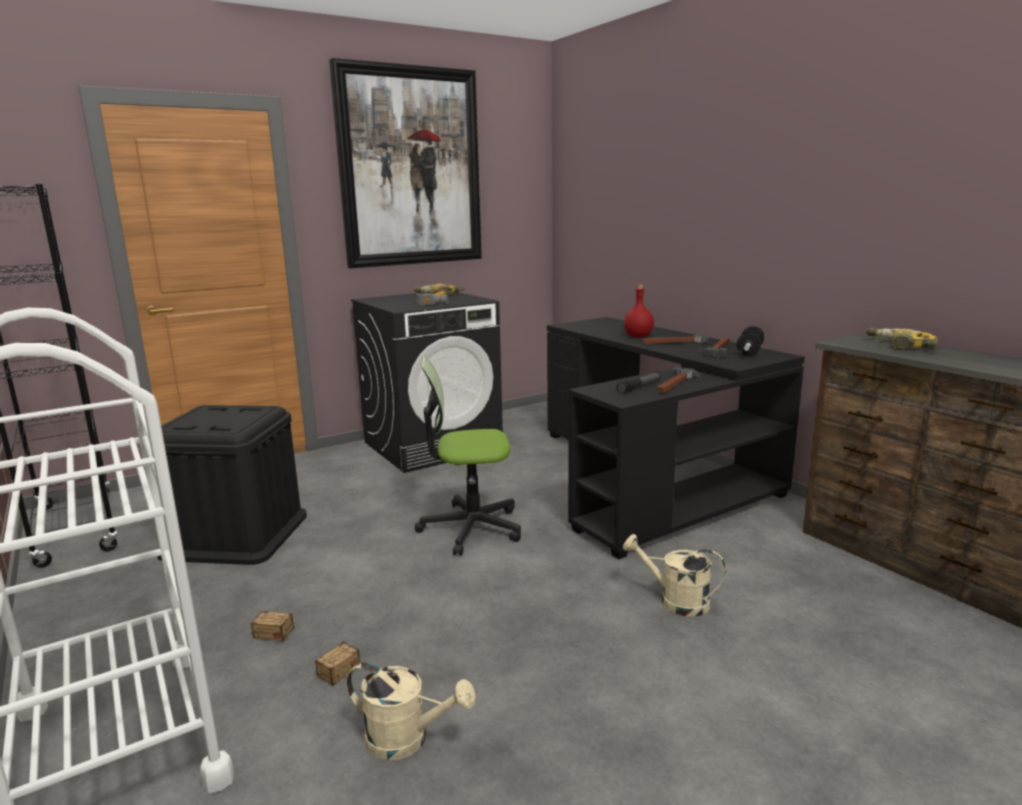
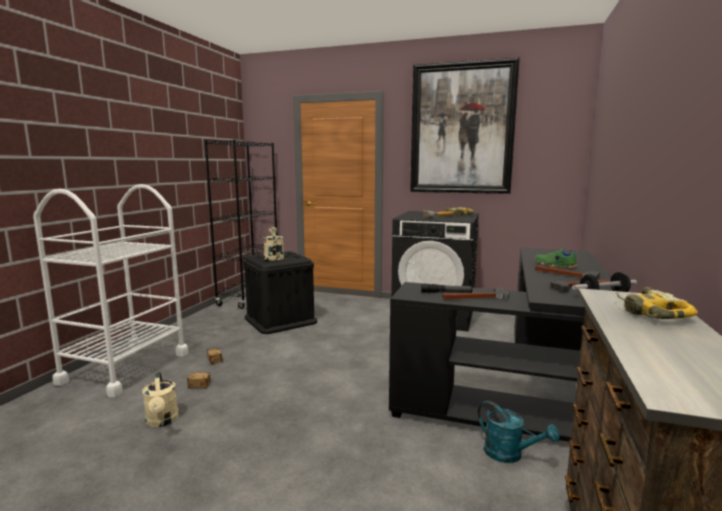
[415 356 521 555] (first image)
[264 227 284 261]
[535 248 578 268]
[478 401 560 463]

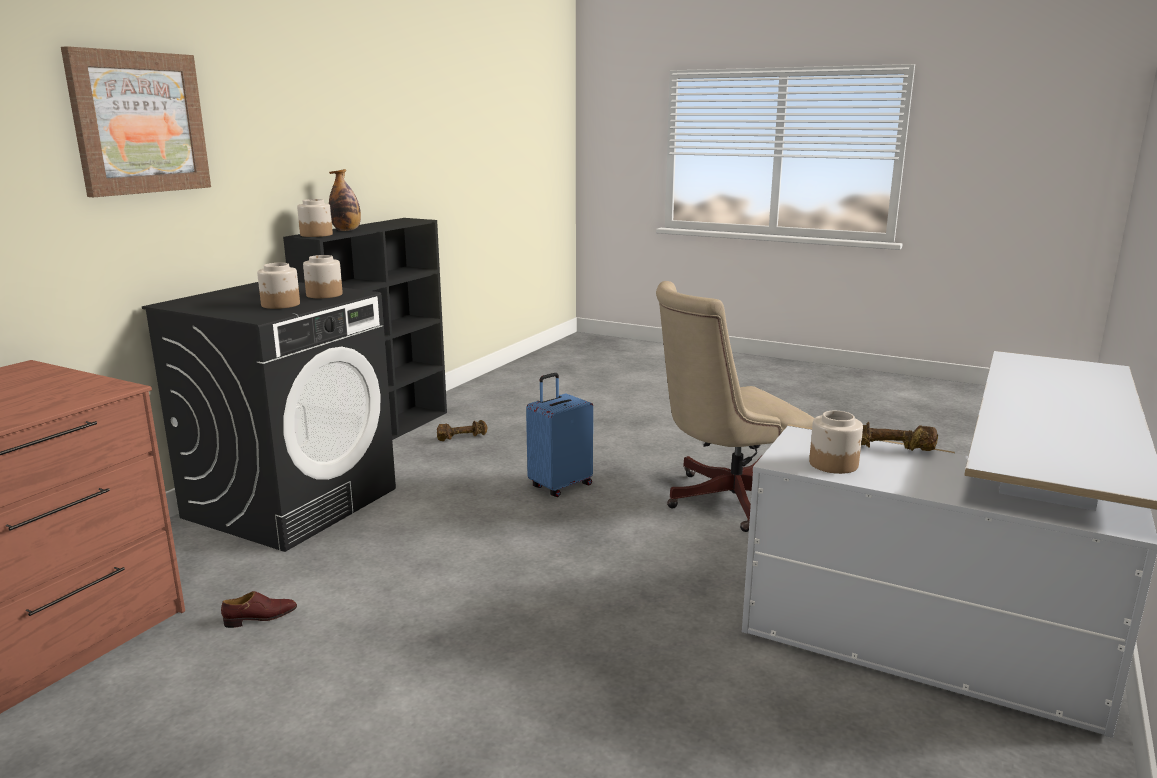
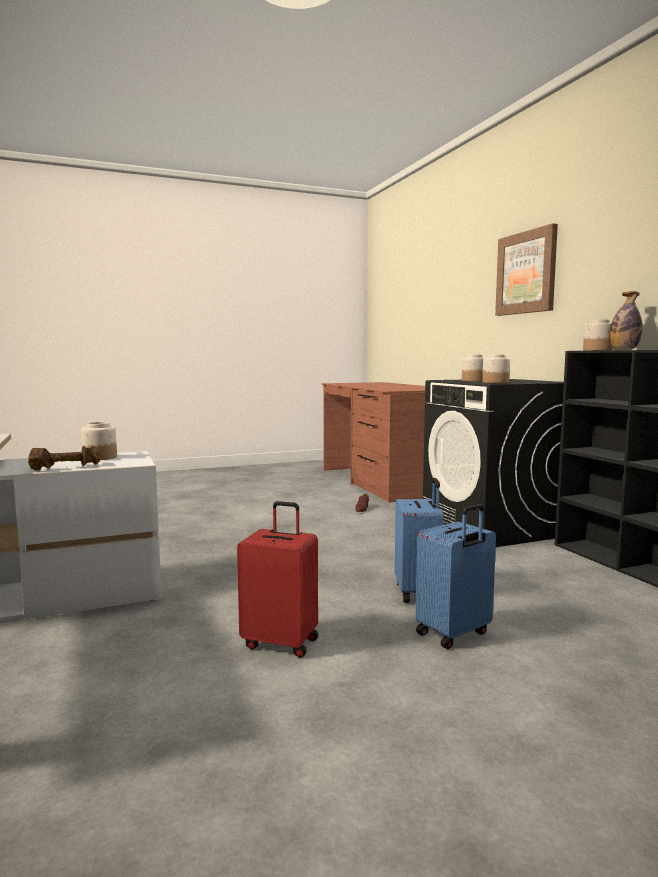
[437 420 488 441] (first image)
[237 501 318 658]
[415 504 496 649]

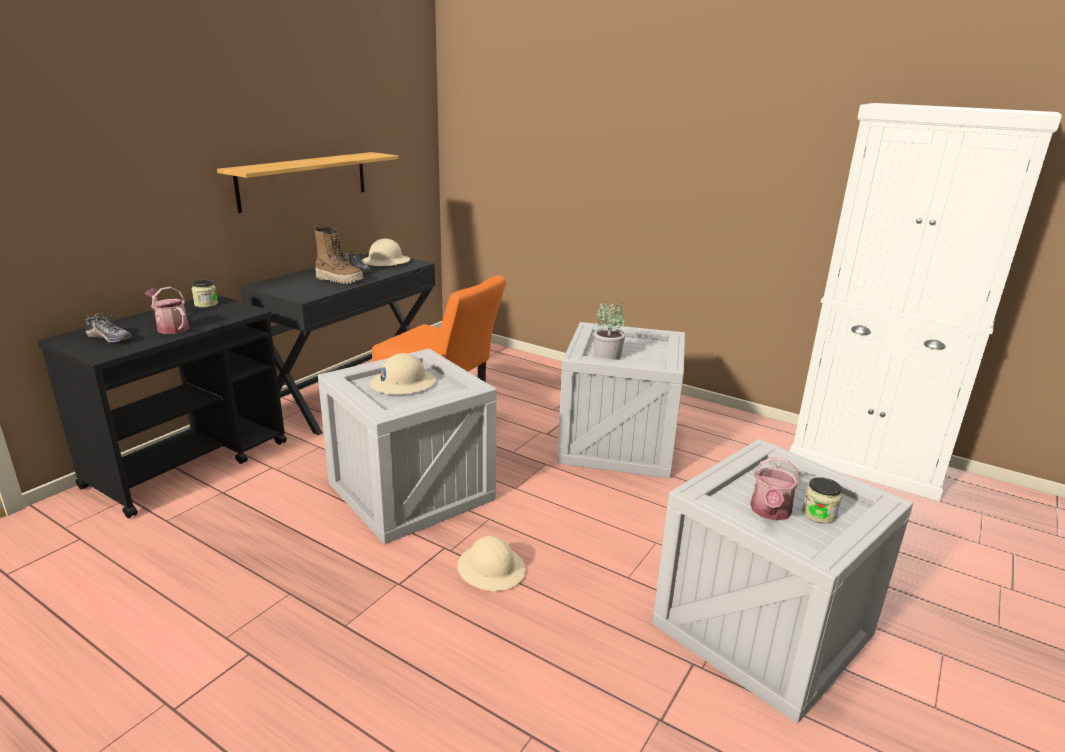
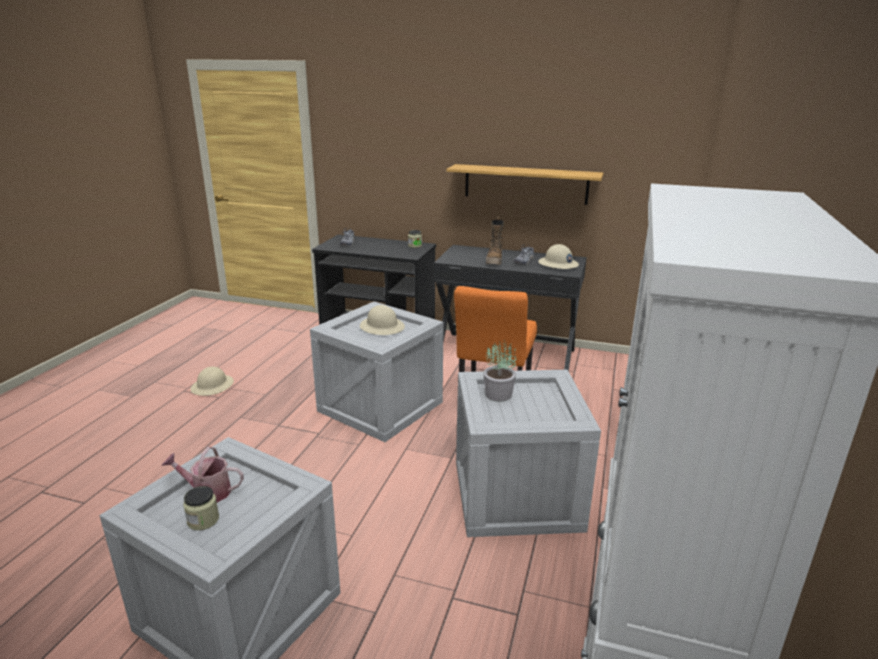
[144 287 189 334] (first image)
[190 366 234 396]

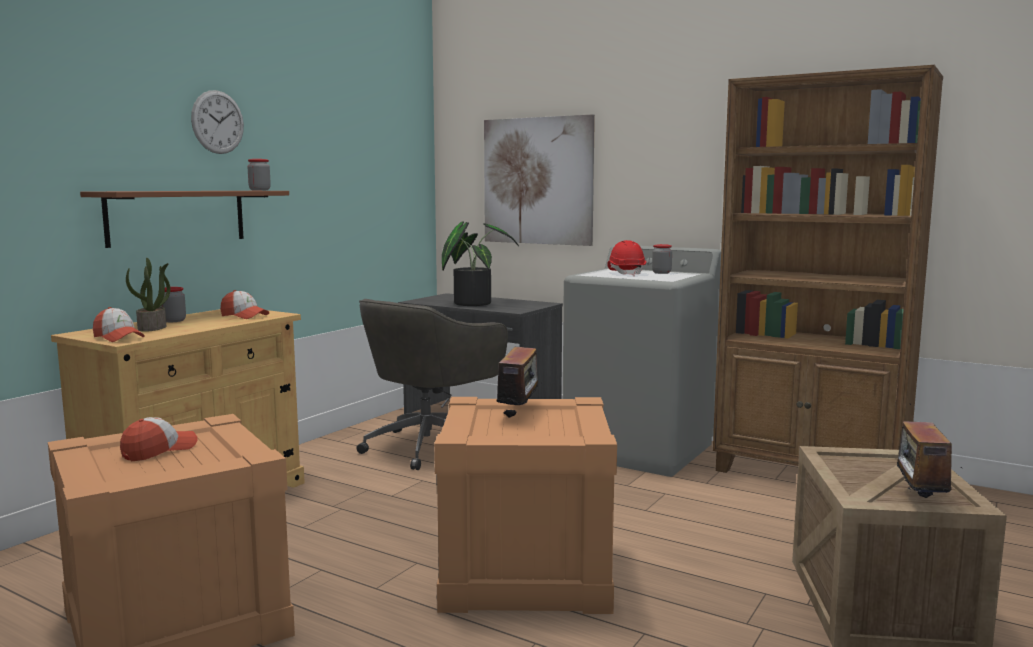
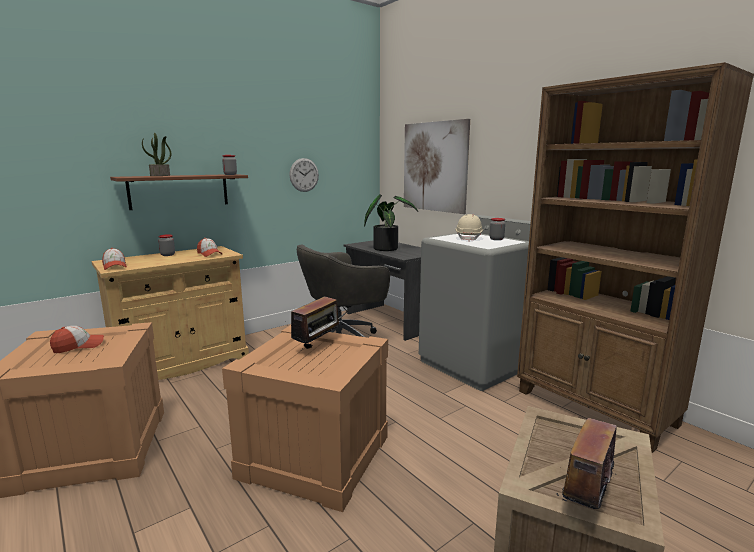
[142 133 172 176]
[289 158 319 192]
[455 214 483 242]

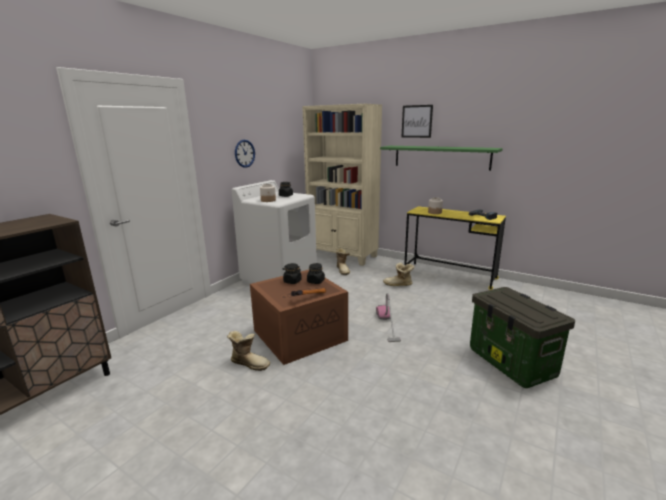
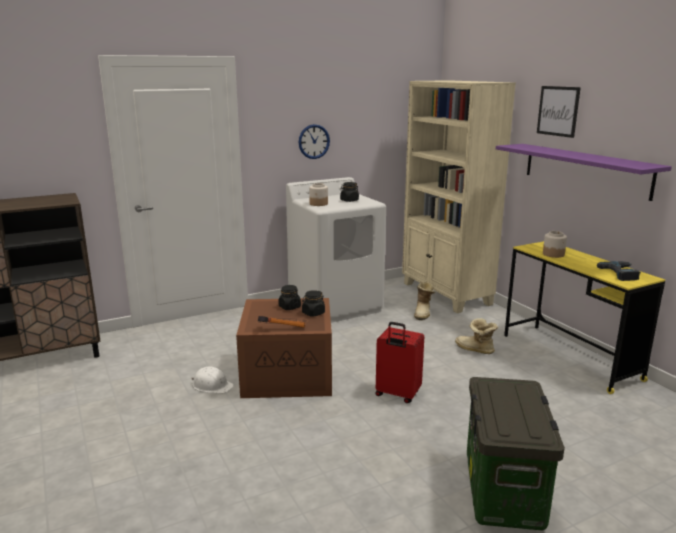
[191 367 234 394]
[375 322 424 403]
[496 144 672 201]

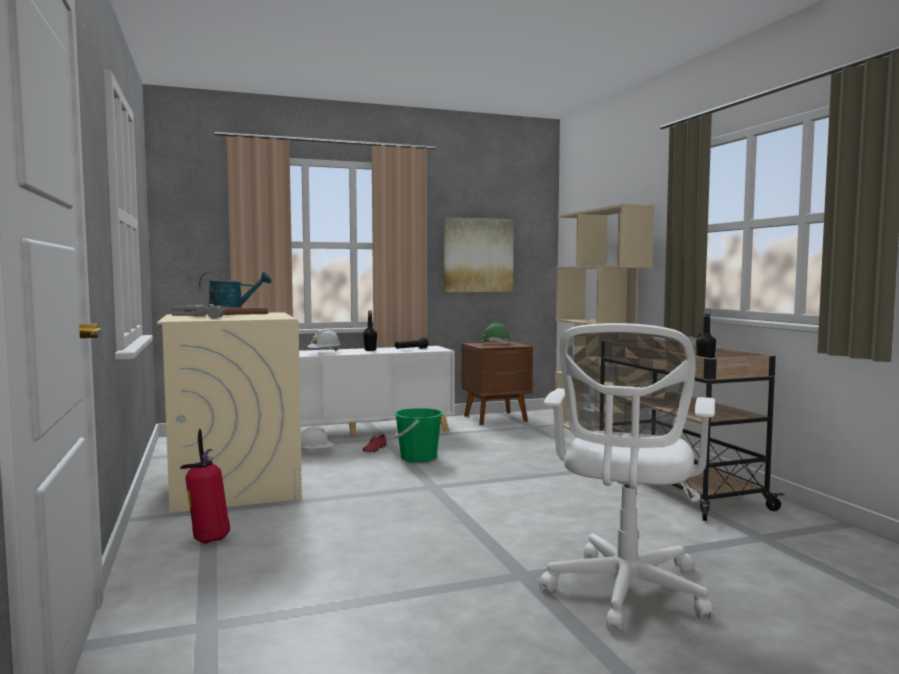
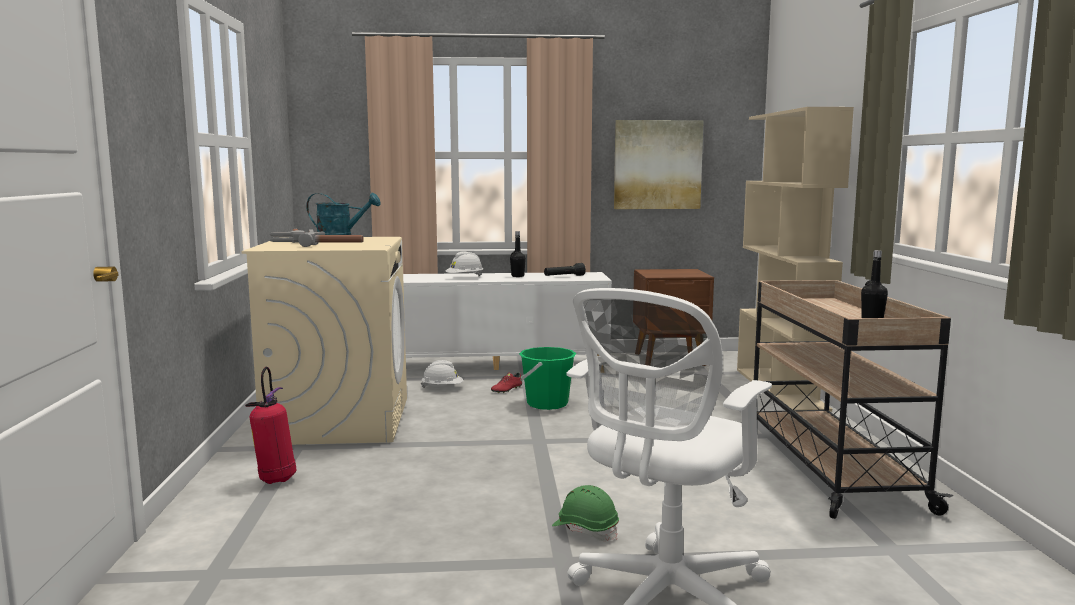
[552 485 619 541]

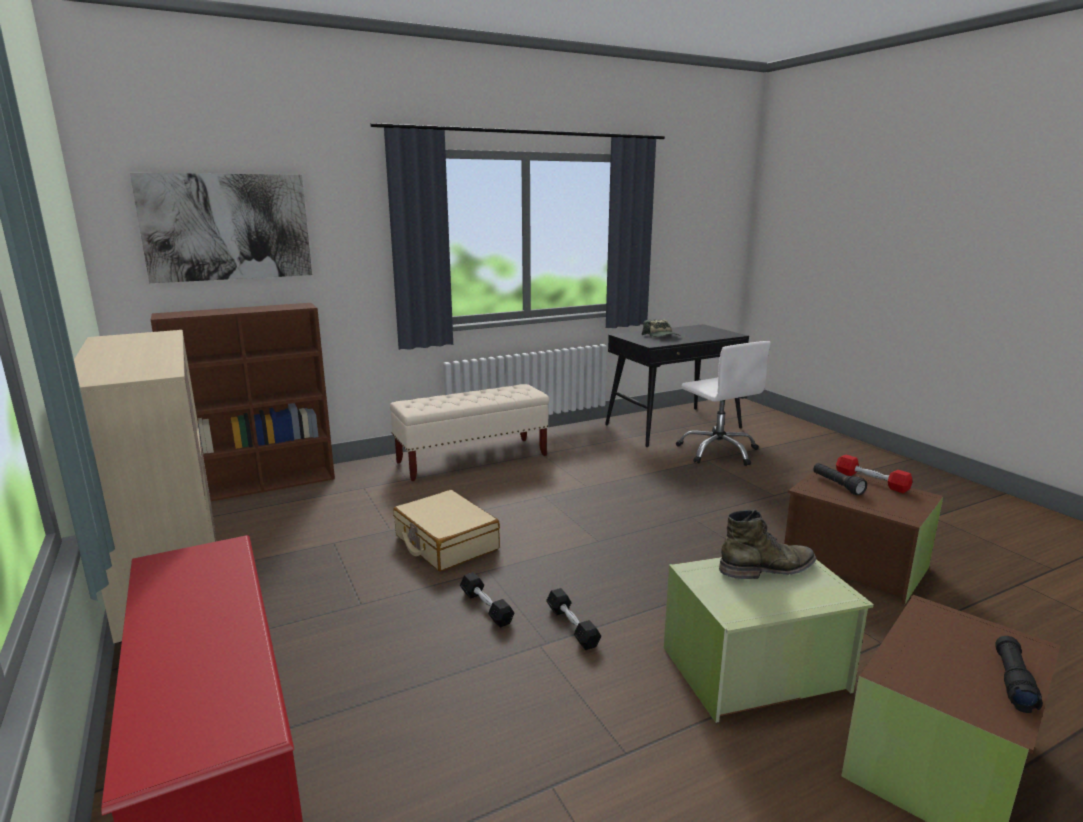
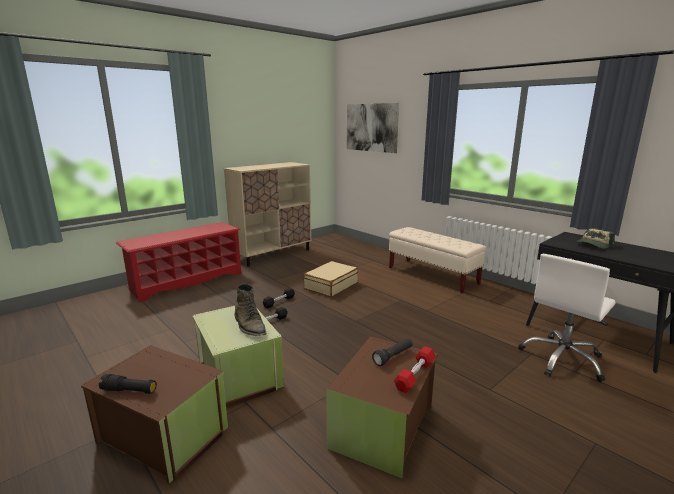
[151 303 335 501] (first image)

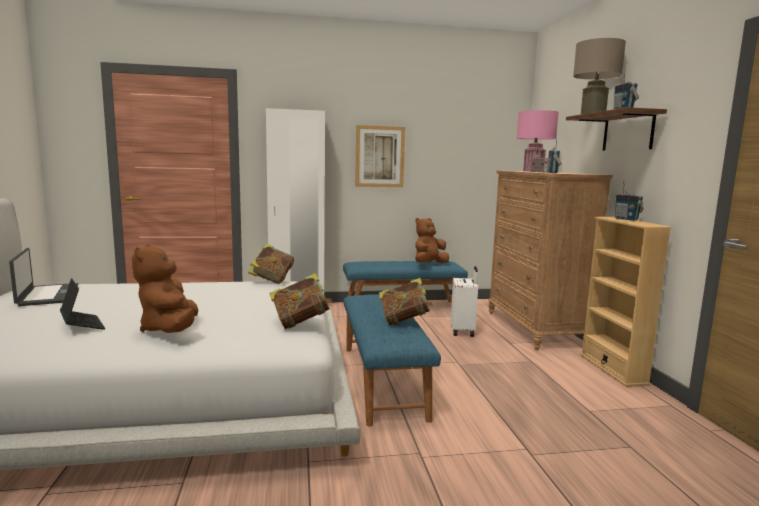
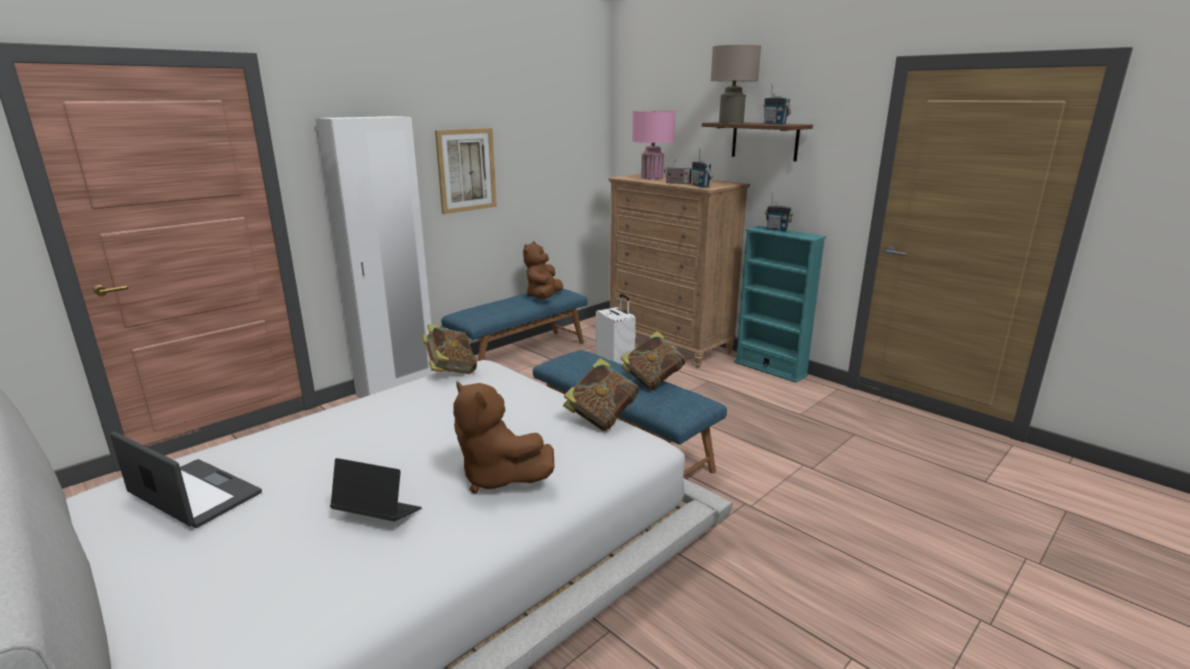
[734 226 826 383]

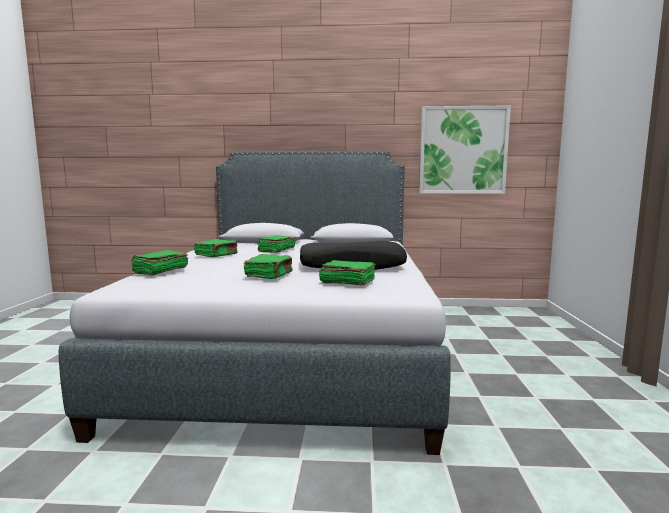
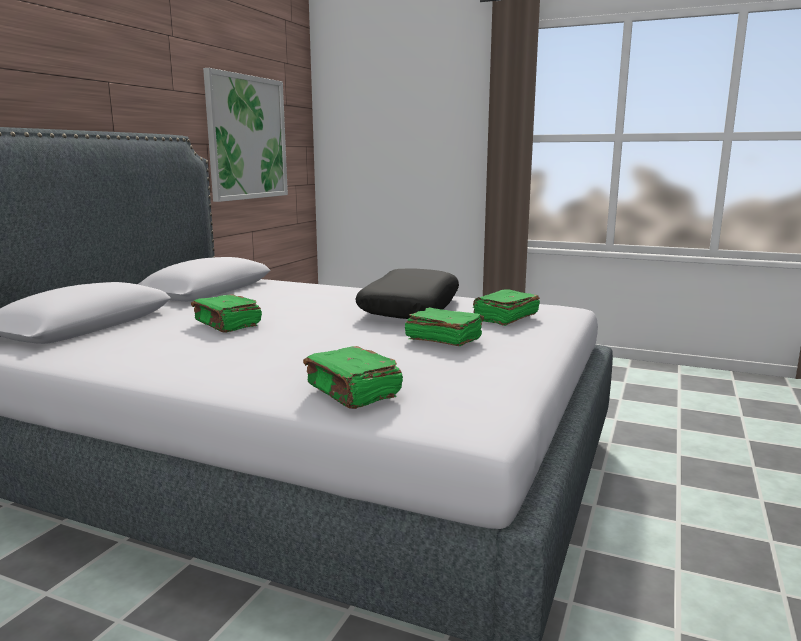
[194 239 238 257] (first image)

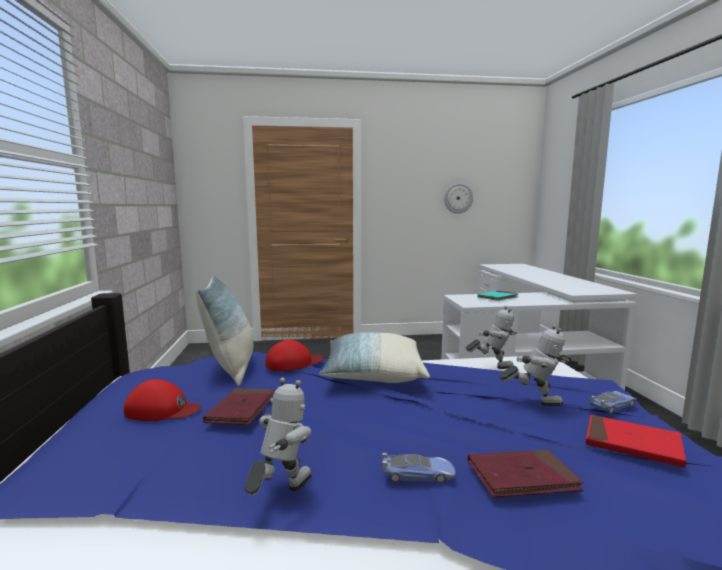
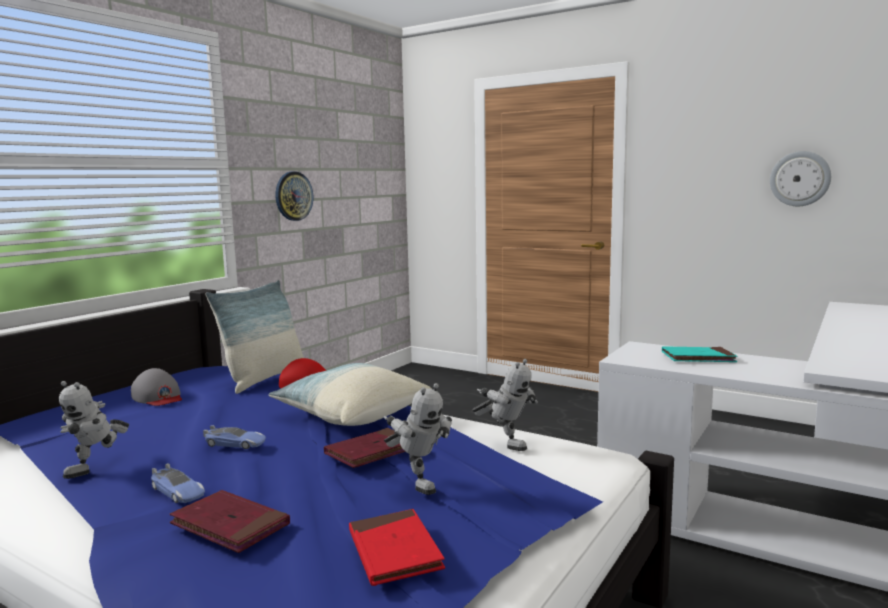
[131 368 182 406]
[324 428 406 468]
[59 381 129 479]
[203 425 266 449]
[275 172 313 221]

